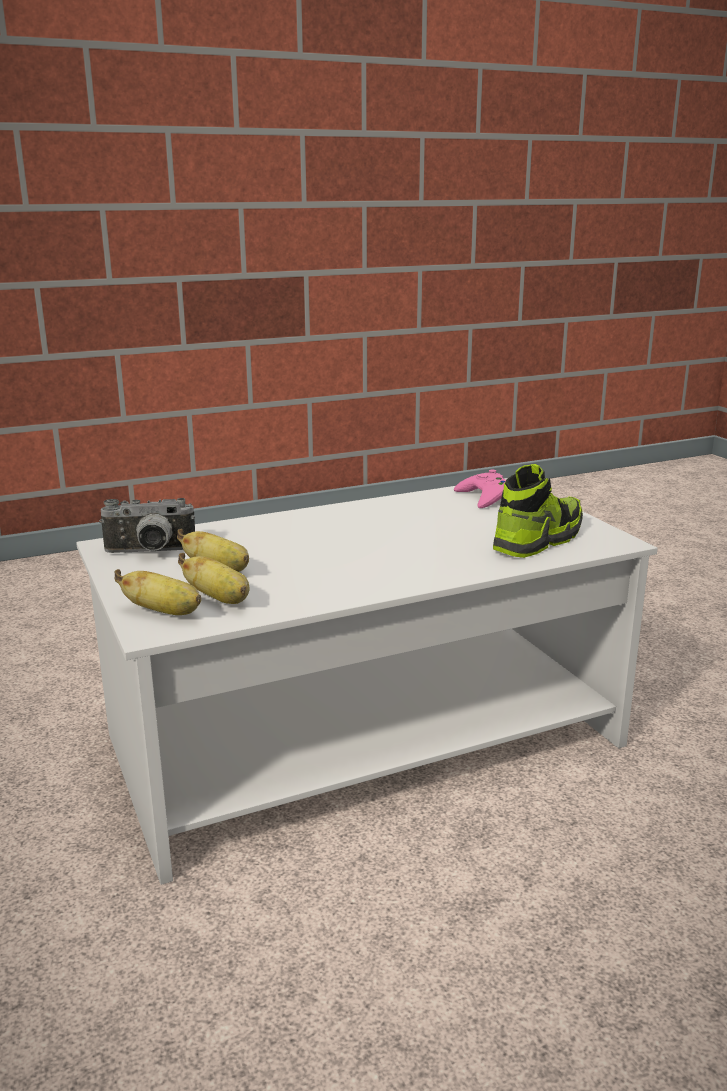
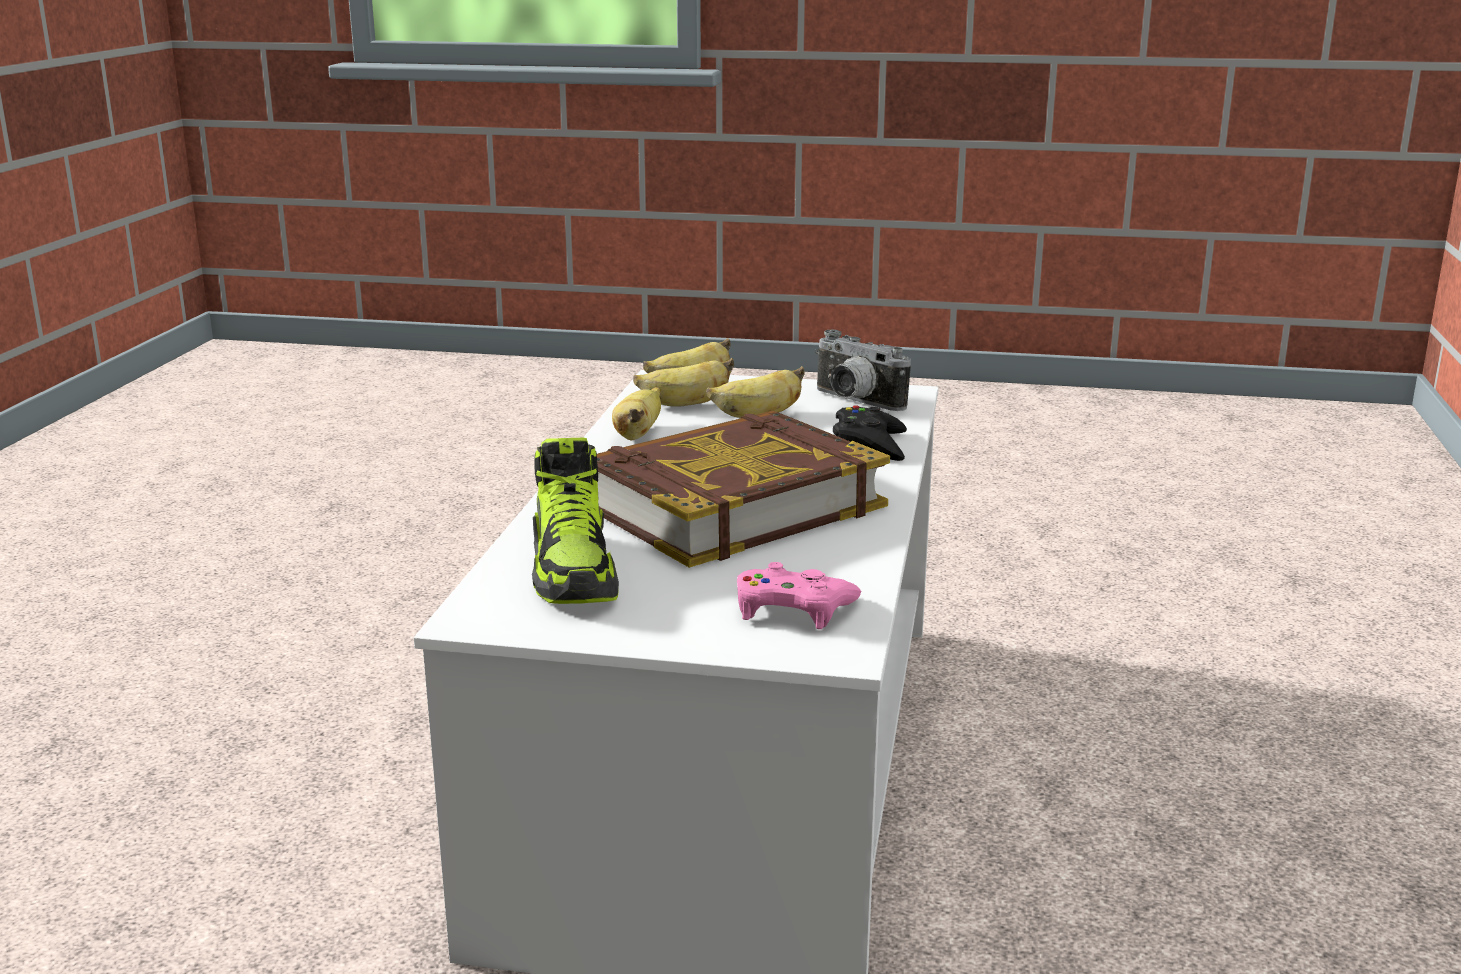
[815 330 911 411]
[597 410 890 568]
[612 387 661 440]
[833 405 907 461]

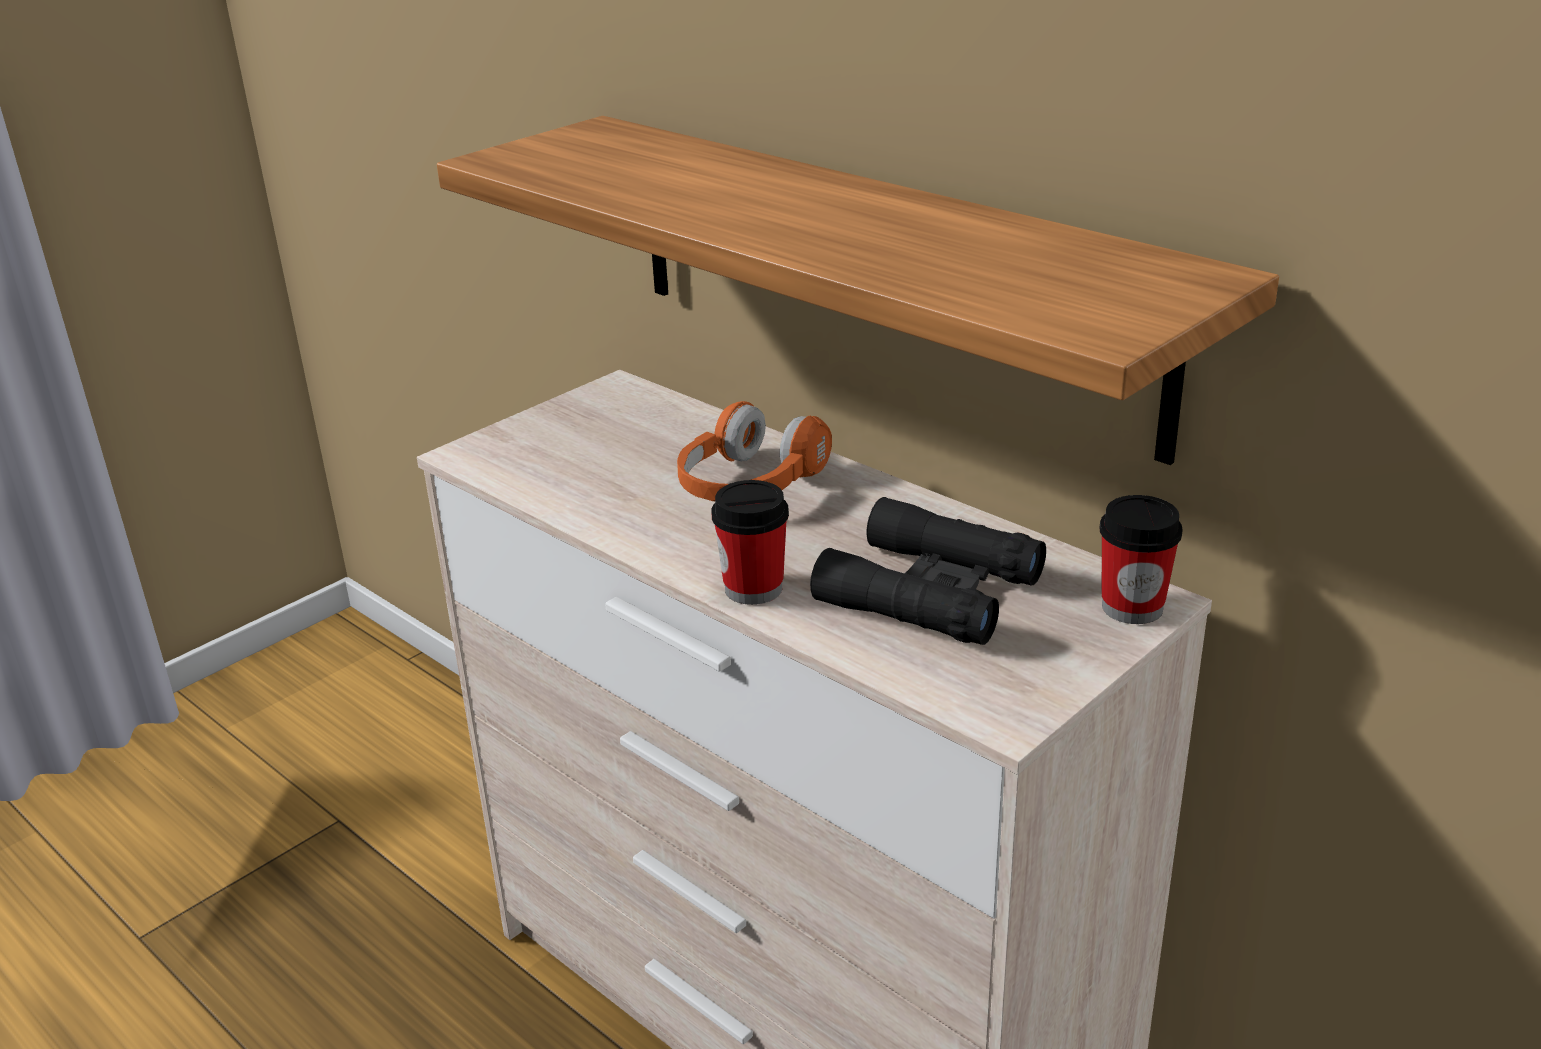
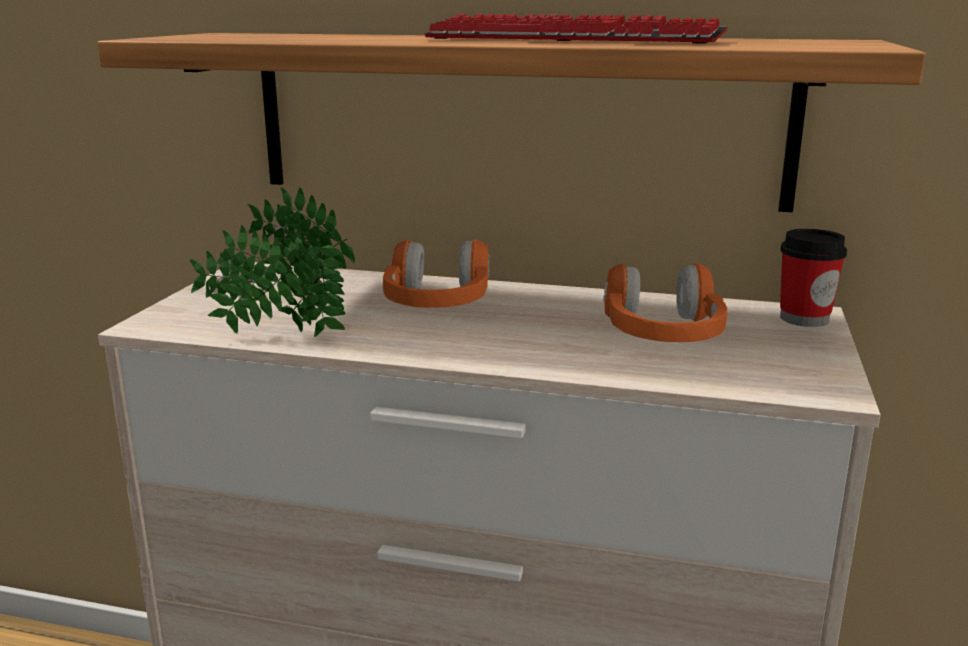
[712 480 789 605] (first image)
[603 263 727 342]
[190 188 355 337]
[424 14 728 44]

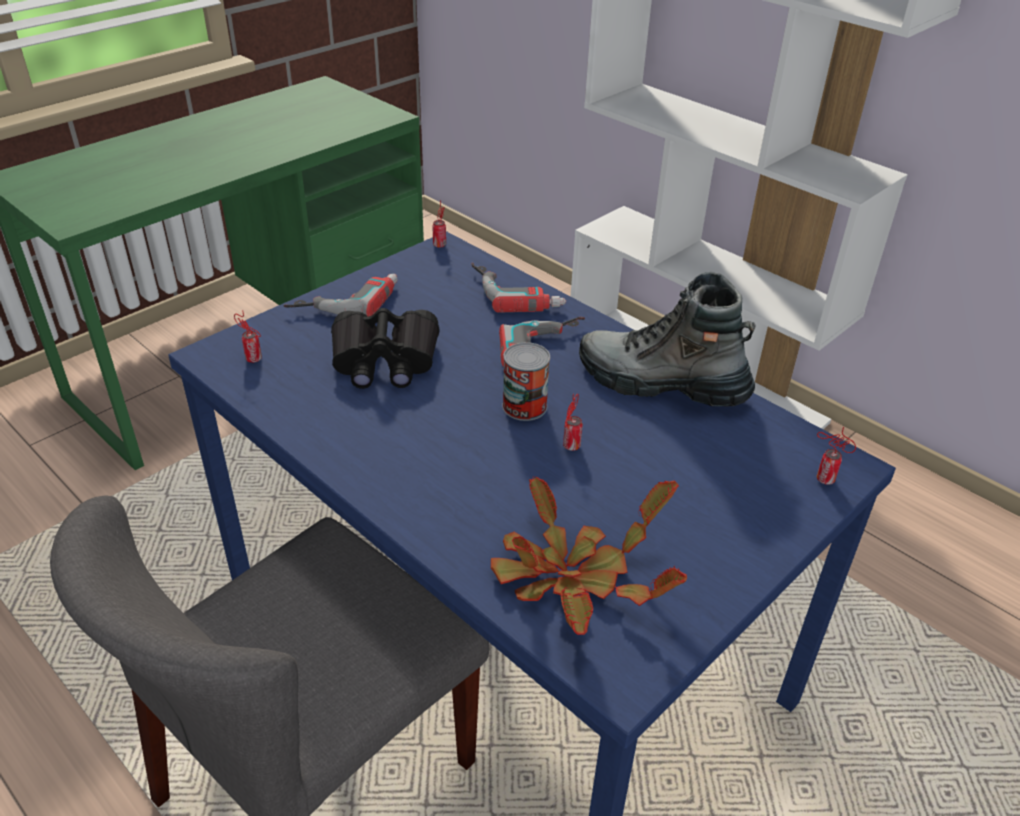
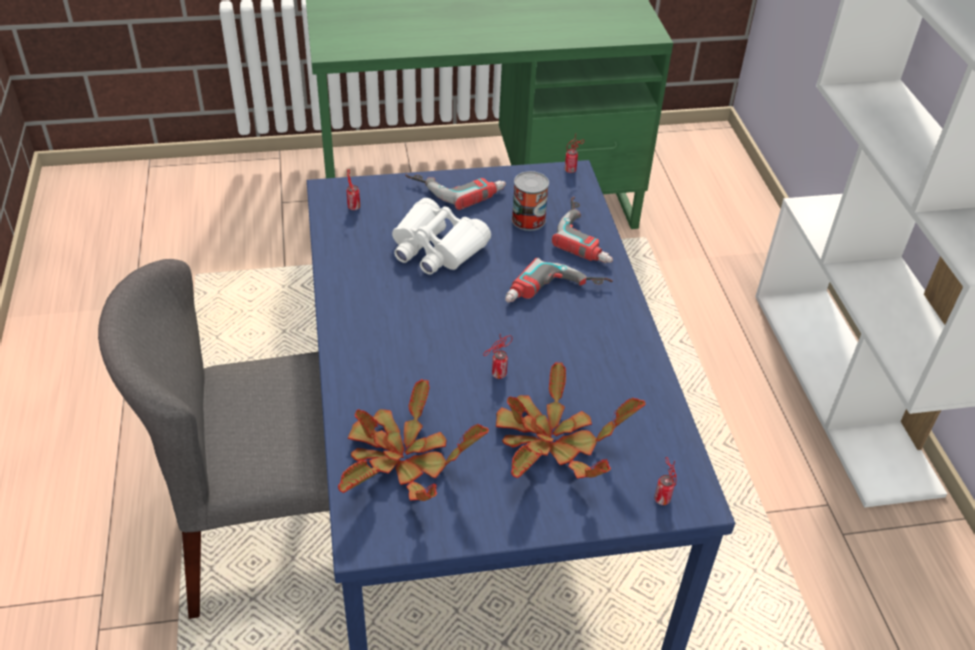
[392 198 491 275]
[512 171 549 231]
[579 272 756 407] (first image)
[496 361 645 479]

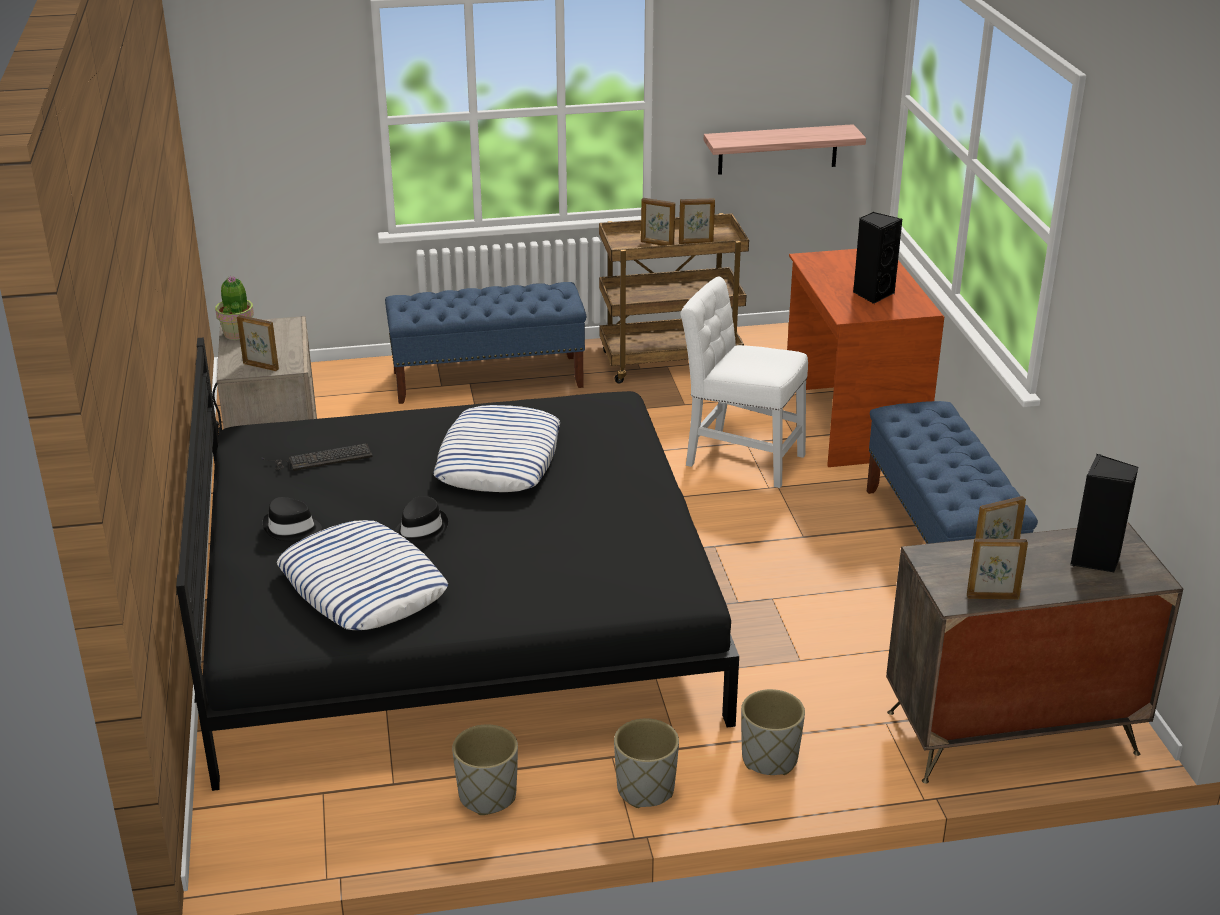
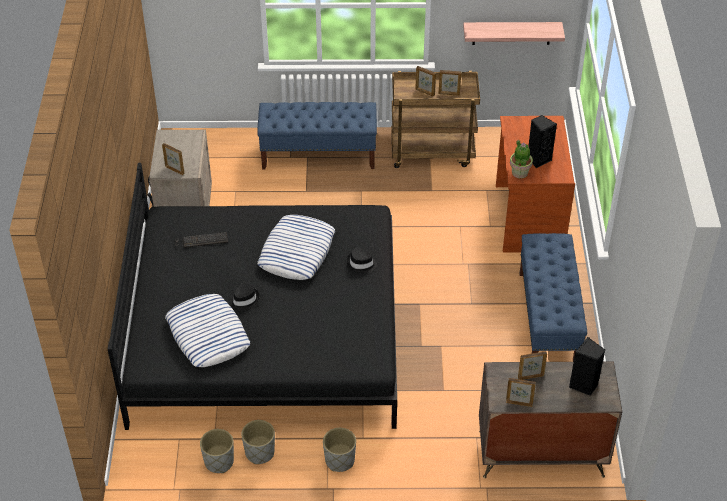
[510 140 533 178]
[347 247 377 273]
[681 276 808 488] (first image)
[200 429 234 473]

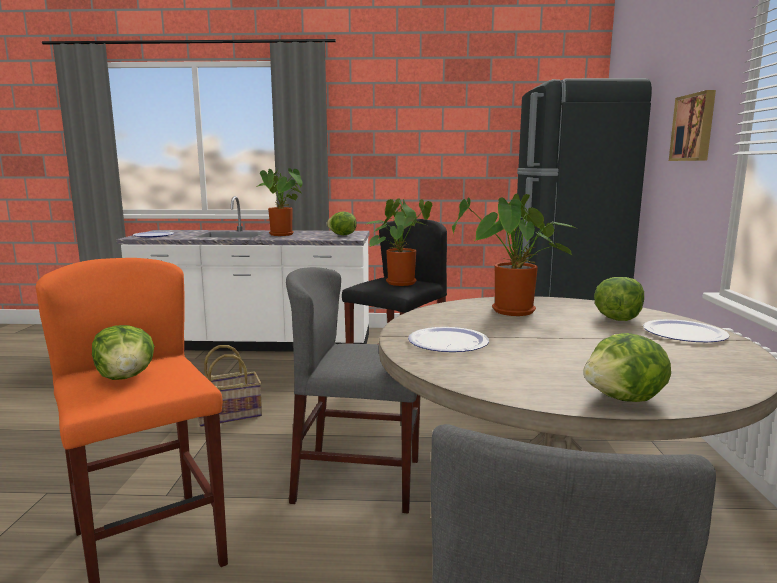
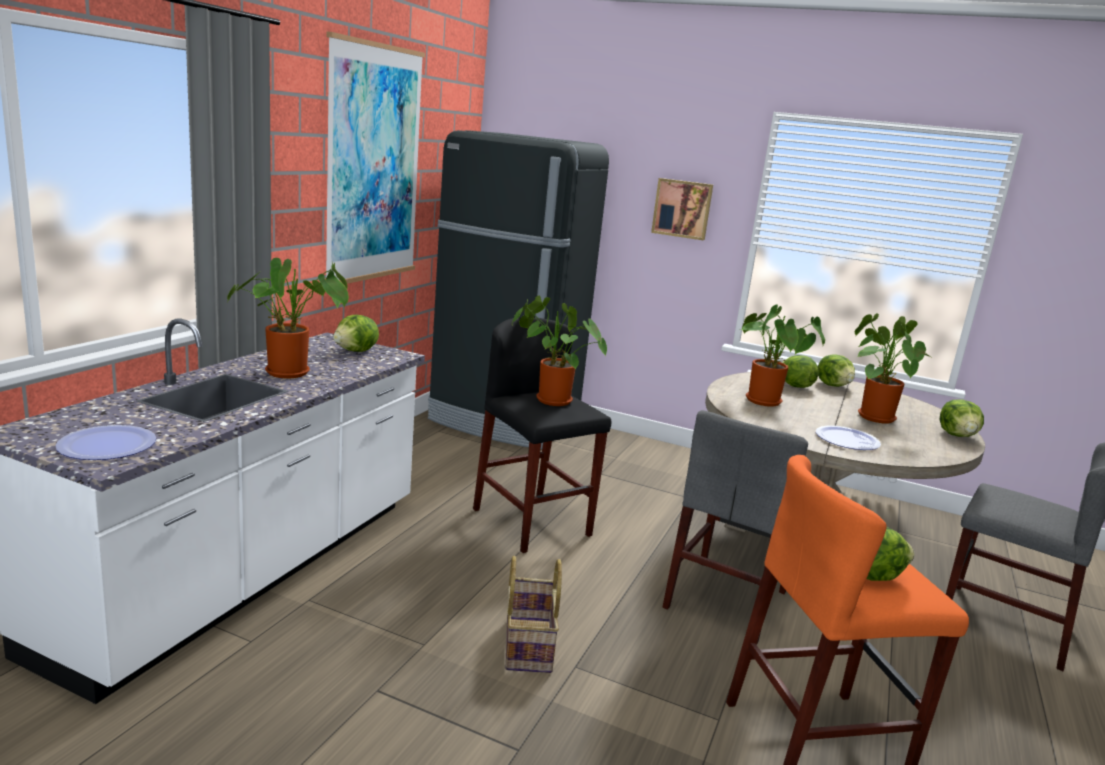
[818 354 855 387]
[326 32 425 285]
[854 313 933 424]

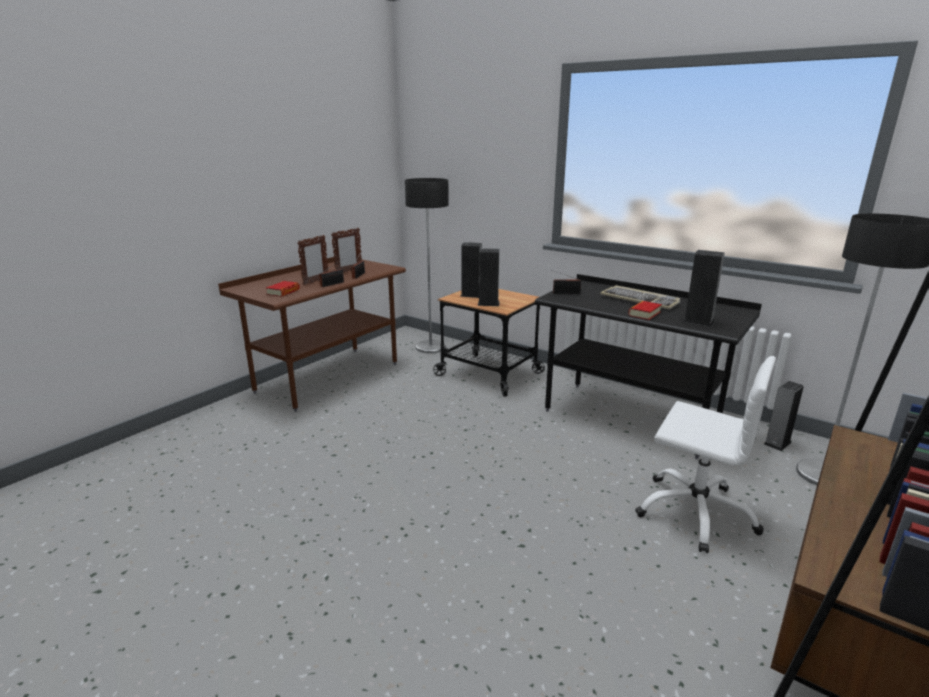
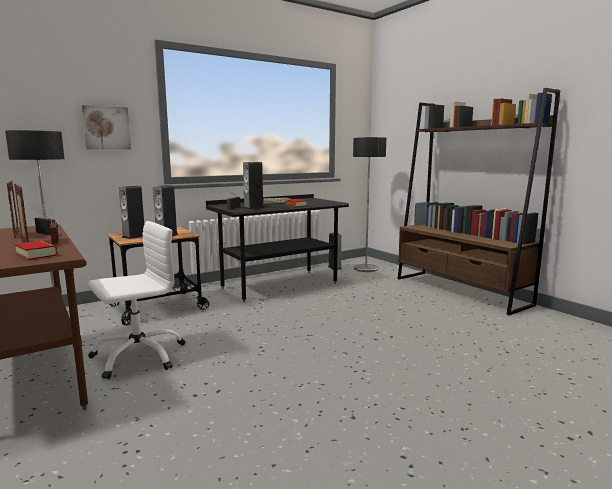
[88 221 185 379]
[243 162 264 210]
[81 105 131 150]

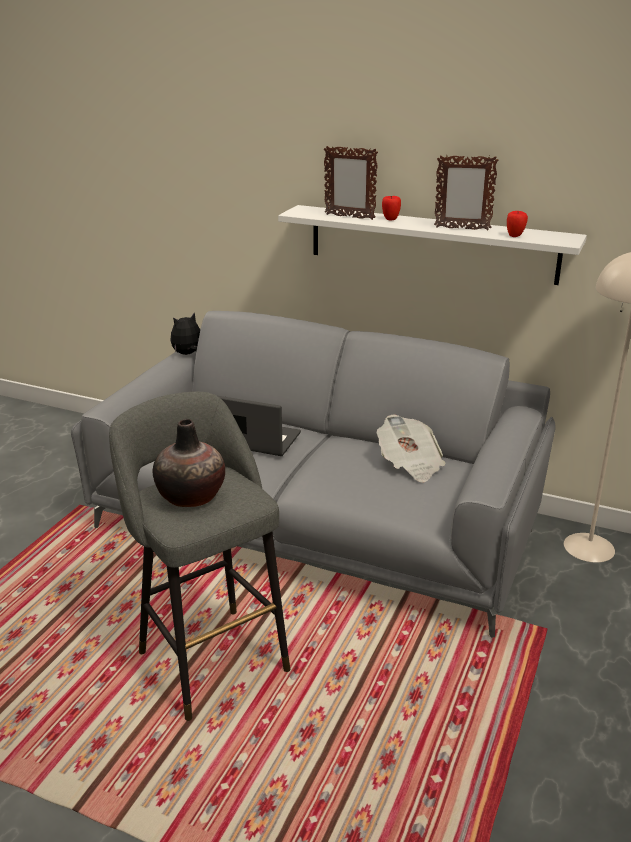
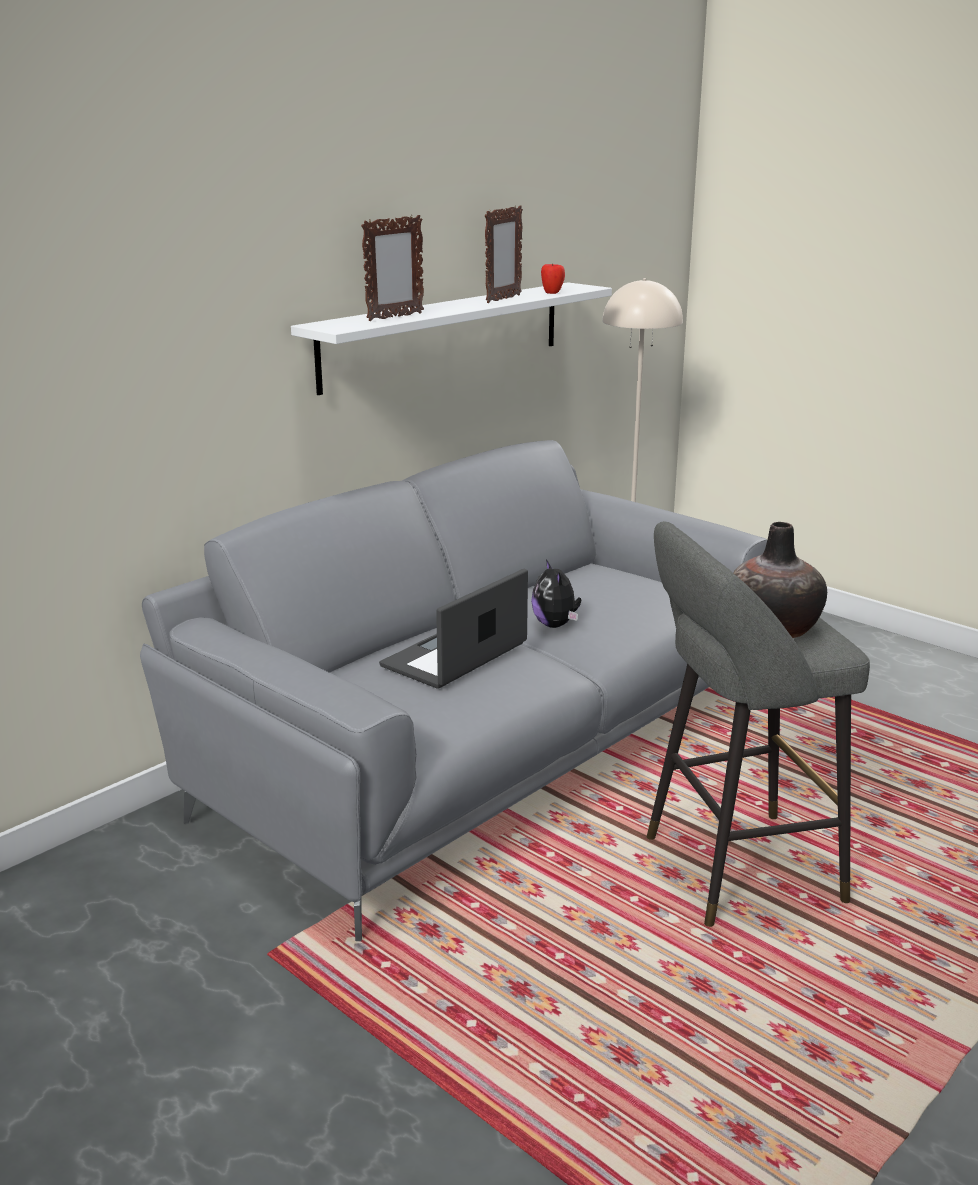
[531 559 581 628]
[377 415 446 483] (first image)
[382 196 401 220] (first image)

